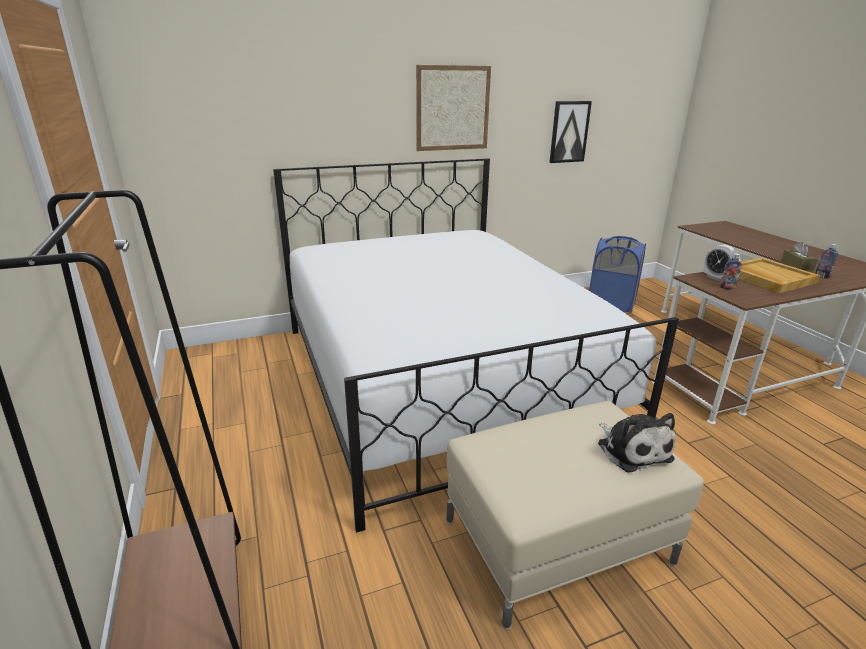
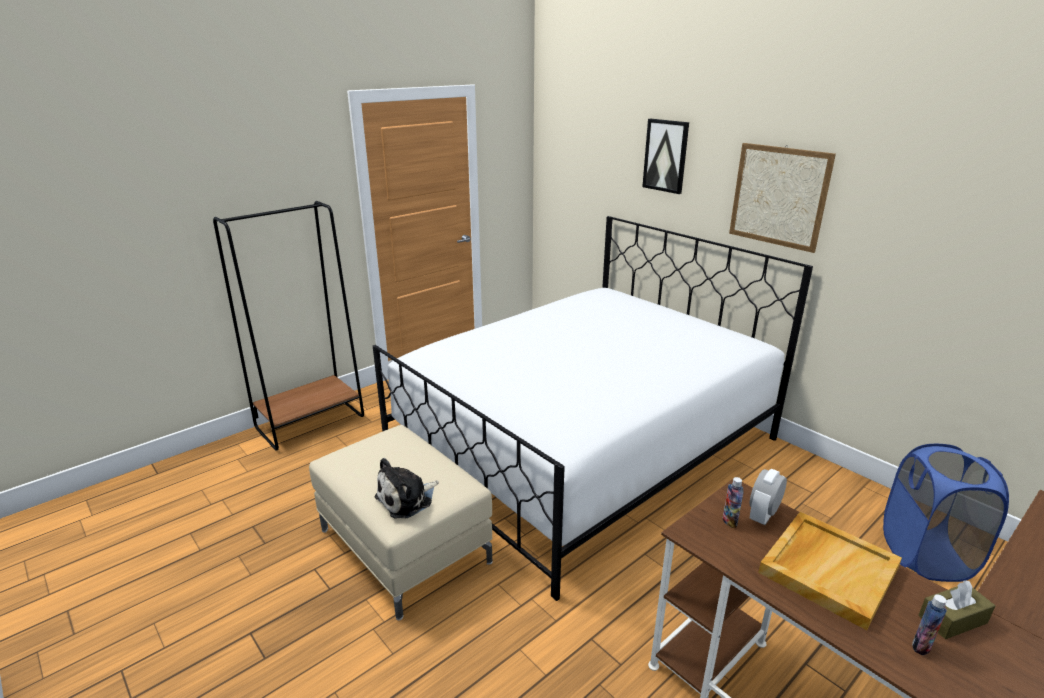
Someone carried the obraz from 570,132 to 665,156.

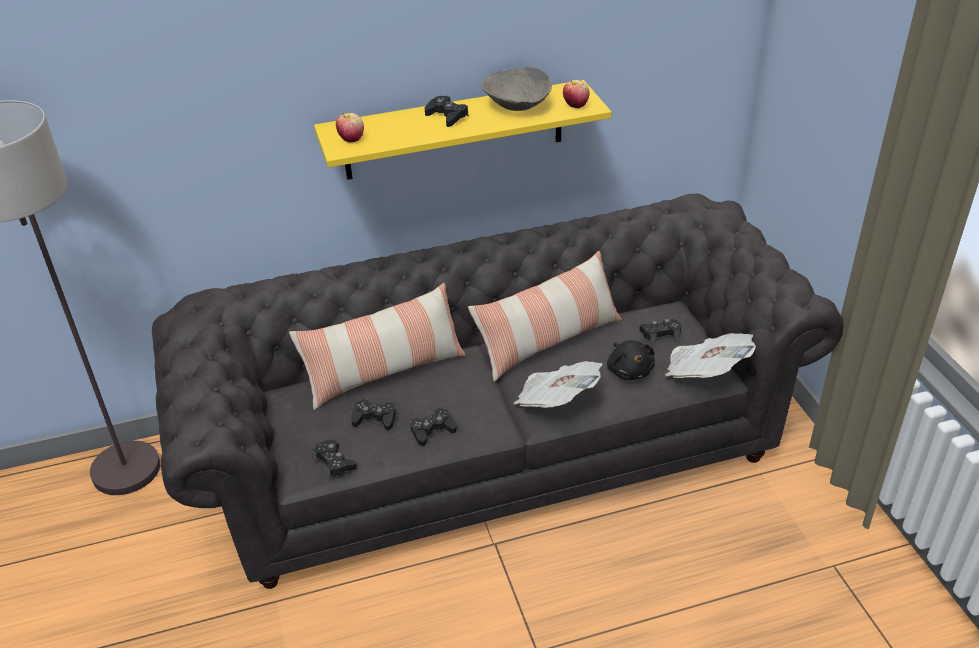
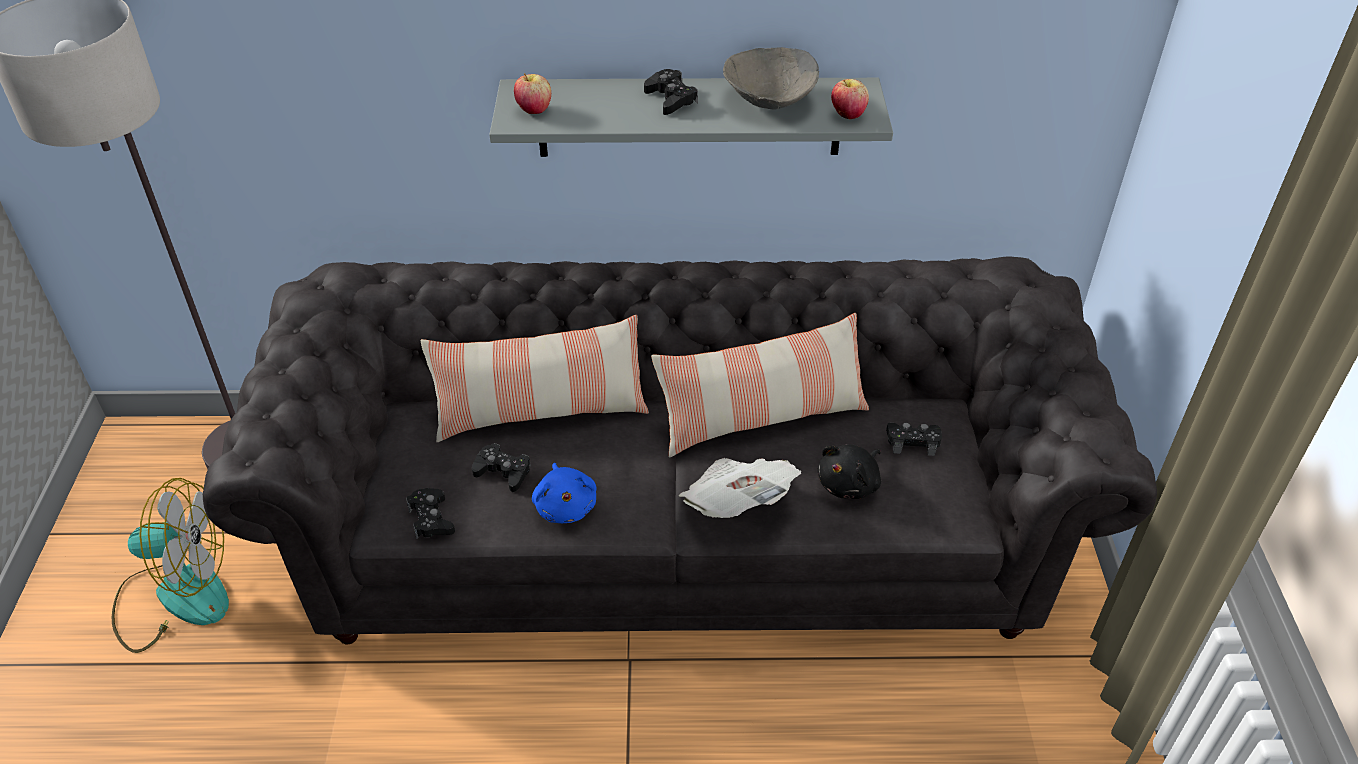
Someone repainted the półka (żółty) at 463,130, which became the półka (szary) at 691,117.
Someone swapped the pad do gier (czarny) at 433,426 for the pluszak (niebieski) at 564,493.
Someone rotated the pluszak (czarny) at 631,360 by 45 degrees clockwise.
Someone took away the gazeta at 710,355.
Someone put down the wentylator at 170,565.

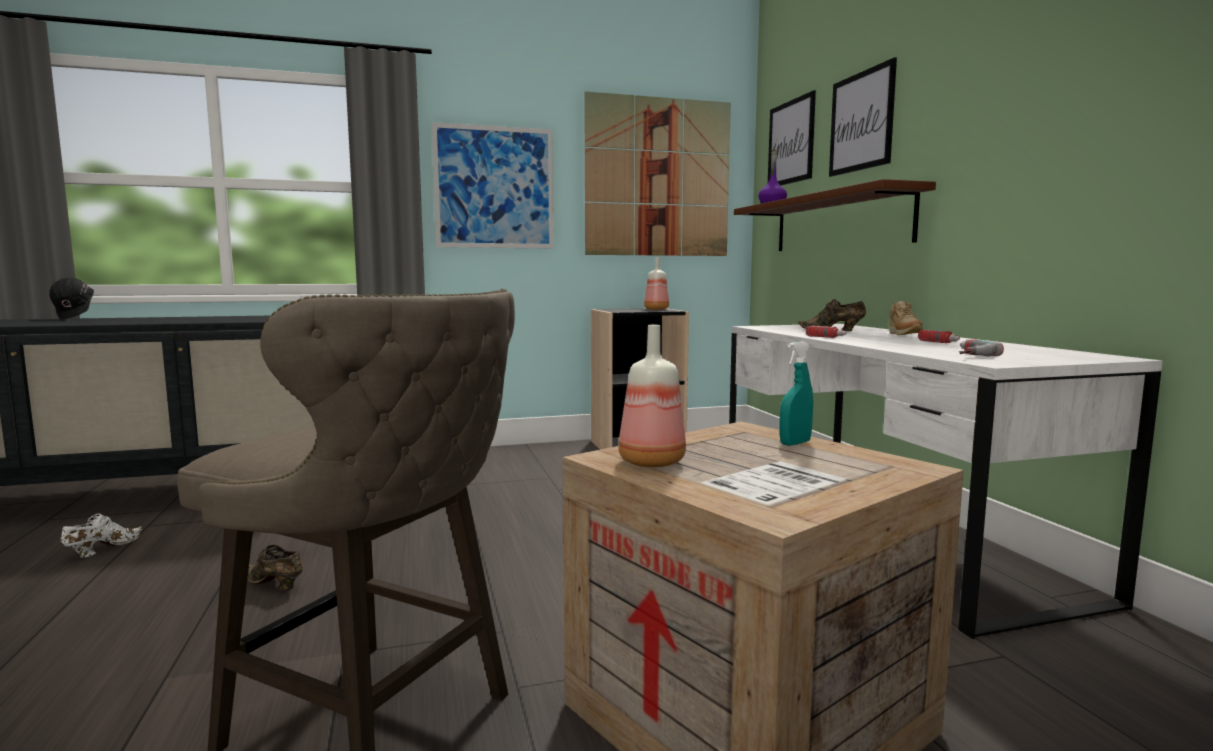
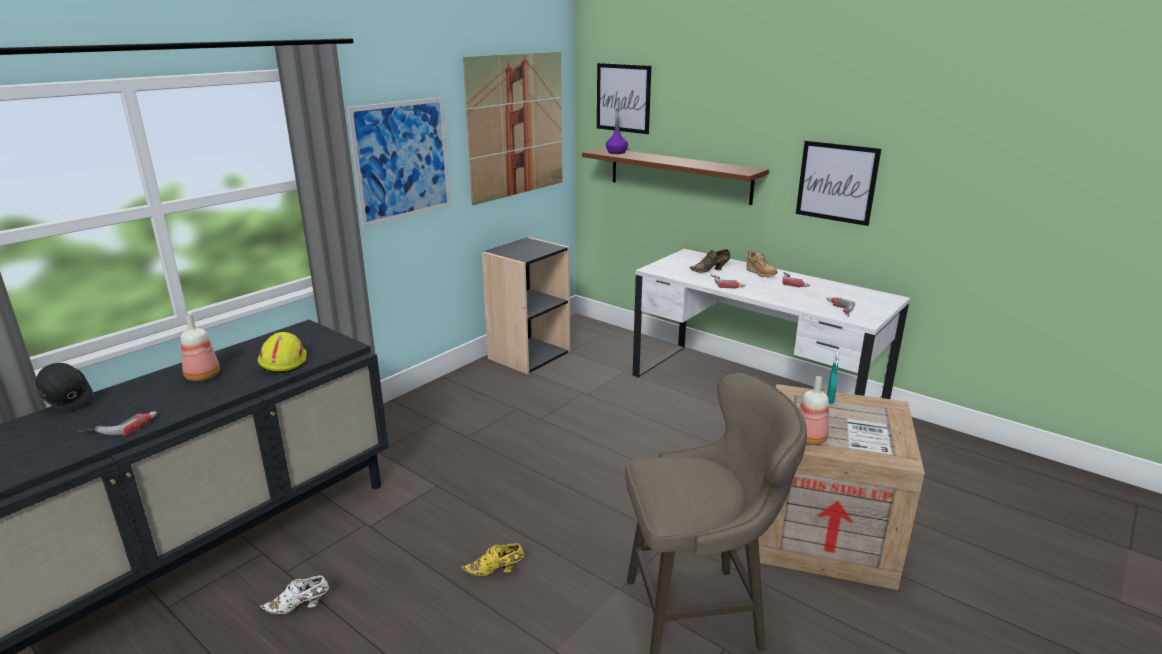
Someone rotated the but (biały) at 102,535 by 90 degrees counterclockwise.
Someone repainted the but (brązowy) at 275,567, which became the but (żółty) at 492,560.
Someone carried the butelka from 656,284 to 200,347.
Someone carried the obraz from 863,117 to 838,183.
Someone put down the wiertarka at 117,423.
Someone put down the kask (żółty) at 282,352.

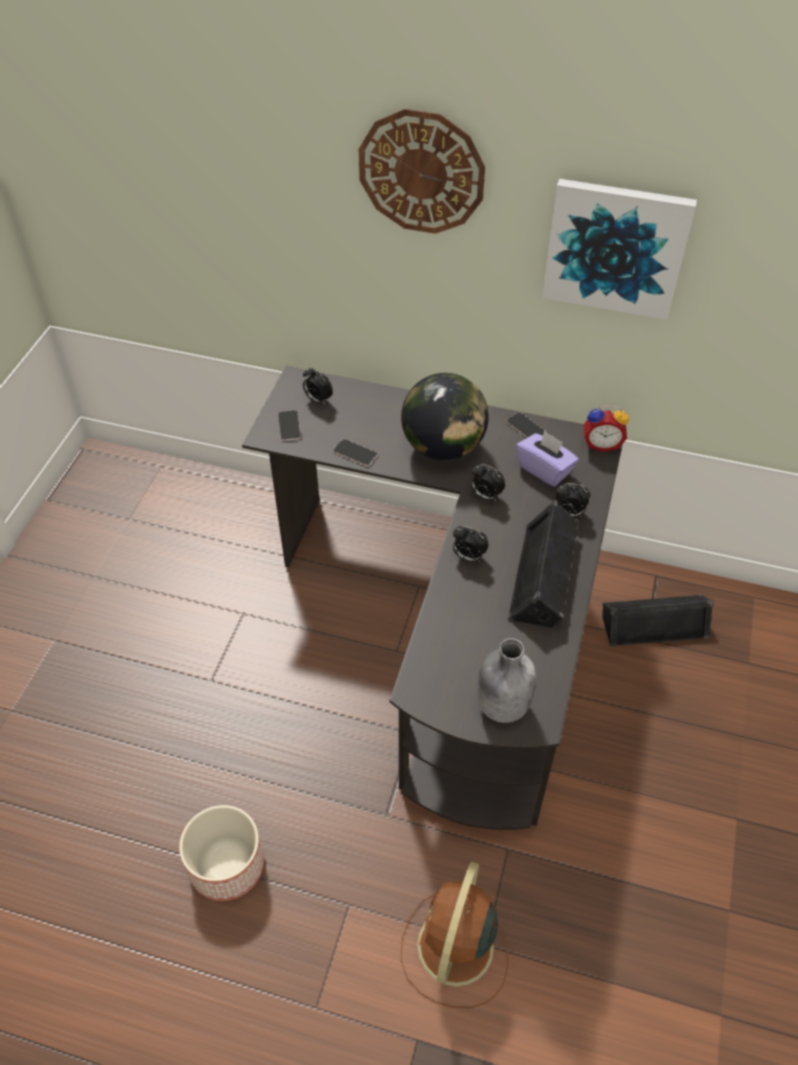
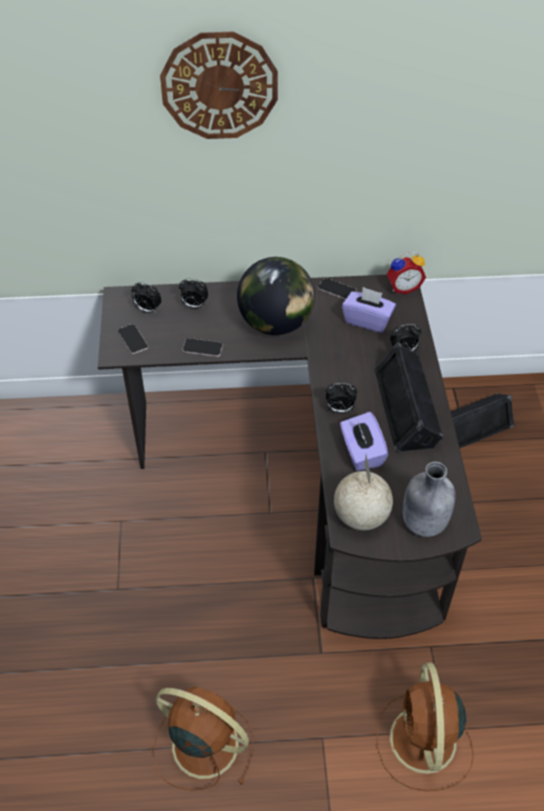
Someone swapped the donica at 221,853 for the wentylator (brązowy) at 203,738.
Someone carried the budzik from 488,482 to 193,293.
Someone took away the obraz at 619,249.
Someone put down the globus at 363,492.
Someone put down the pudełko chusteczek (fioletowy) at 364,441.

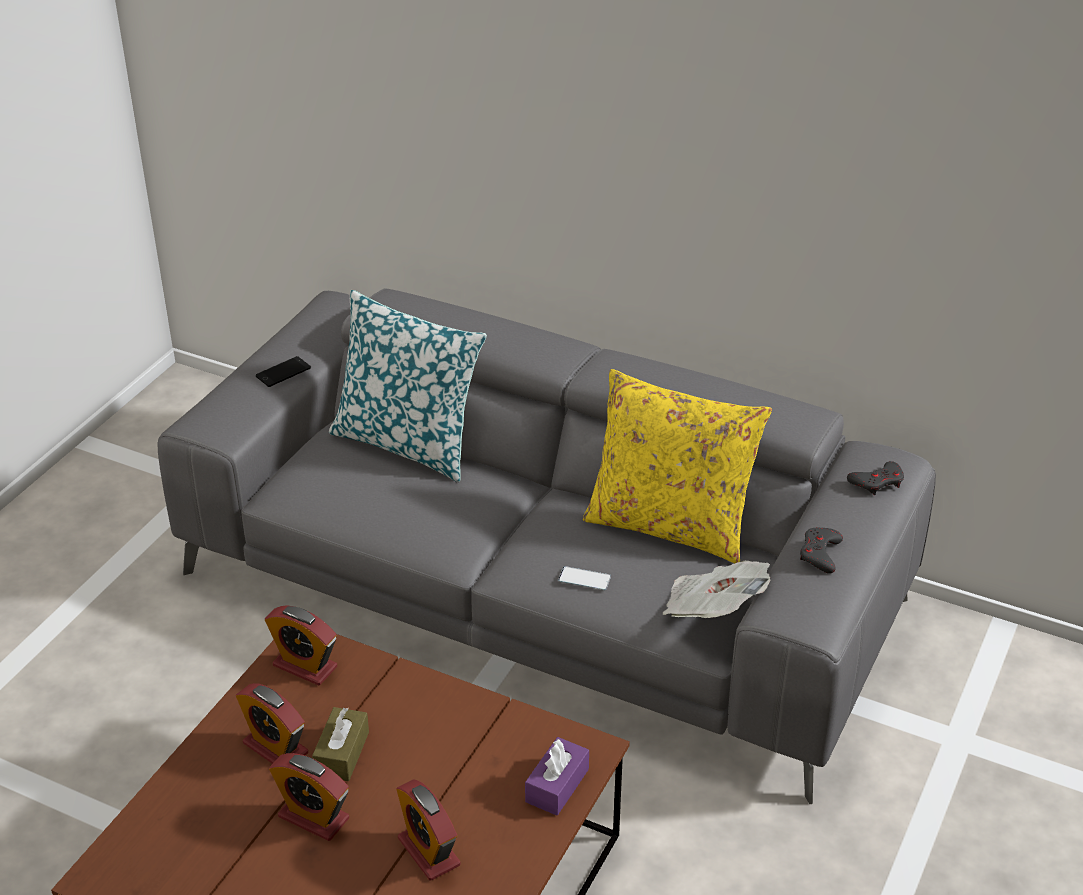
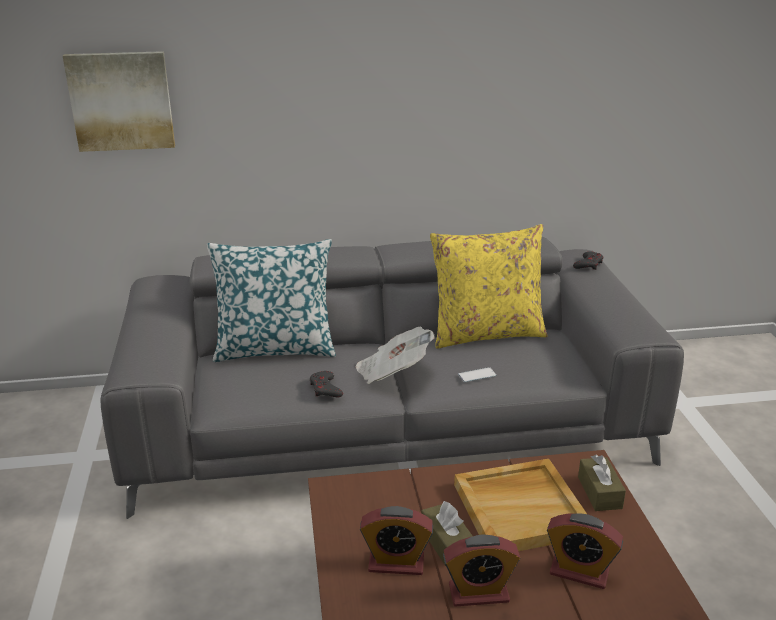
Someone took away the telefon at 283,371.
Someone took away the budzik at 301,645.
Someone repainted the pudełko chusteczek (fioletowy) at 557,776, which became the pudełko chusteczek (brązowy) at 602,483.
Someone carried the gazeta from 716,589 to 394,355.
Someone carried the pad do gier (szary) from 821,550 to 326,384.
Someone put up the obraz at 119,101.
Someone put down the taca (beżowy) at 520,505.

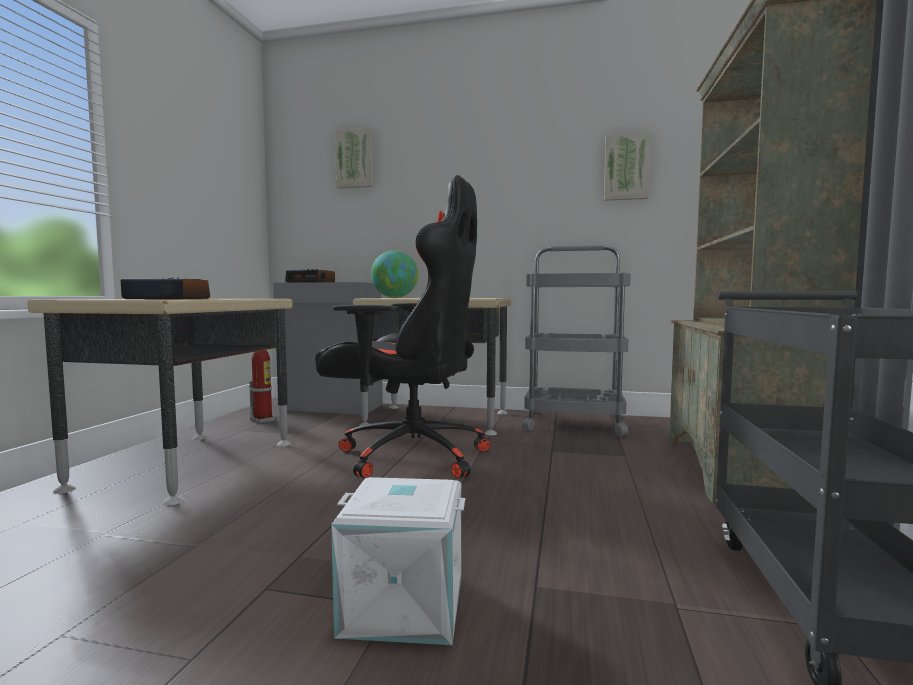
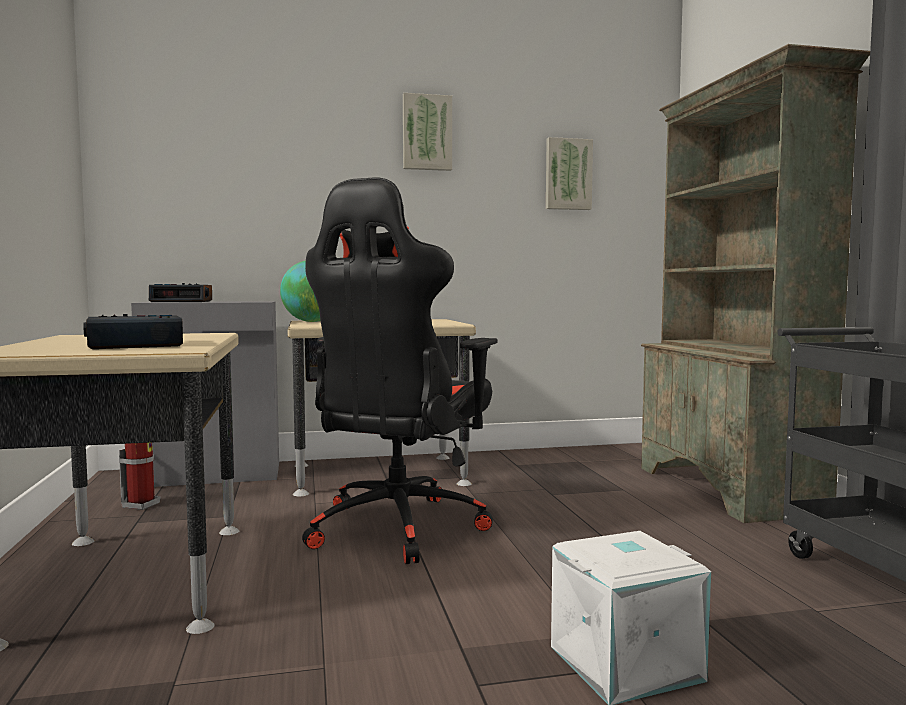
Someone rotated the krzesło biurowe (czarny) at 403,326 by 120 degrees clockwise.
Someone carried the obraz from 354,158 to 427,132.
Someone took away the wózek (szary) at 576,341.

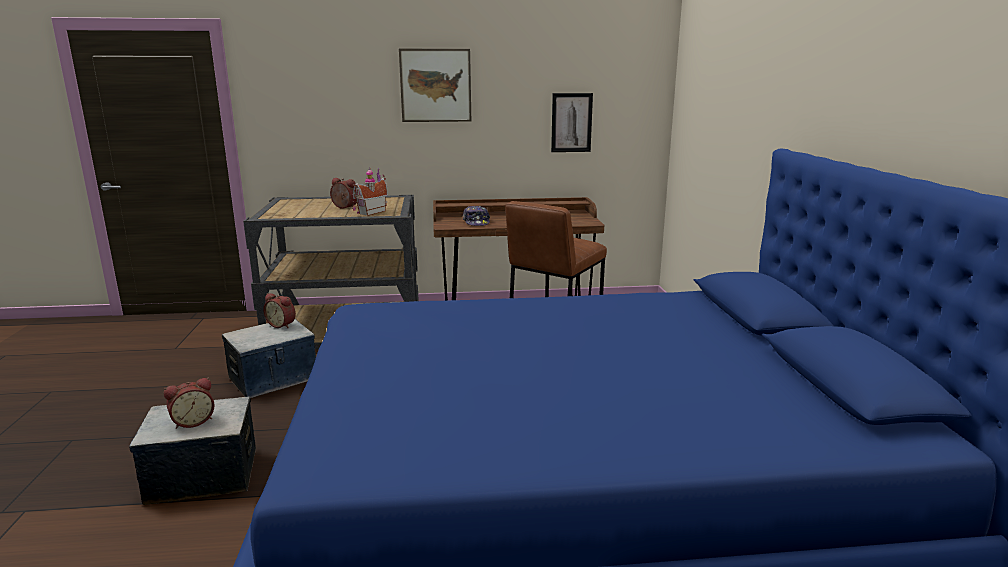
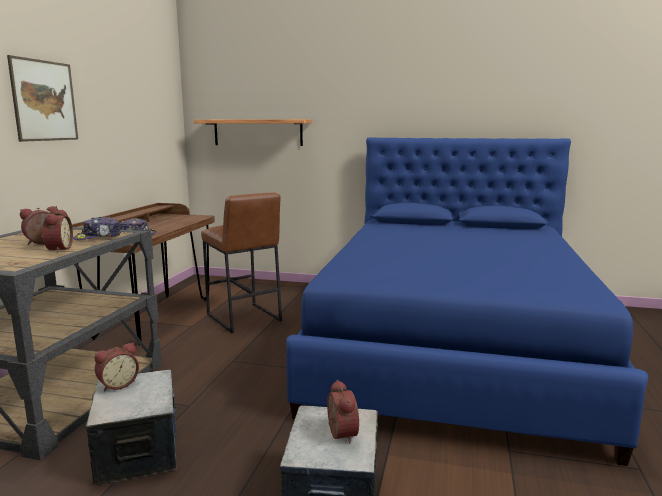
Someone swapped the domek at 370,191 for the czapka z daszkiem at 97,228.
Someone took away the obraz at 572,122.
Someone put down the budzik at 57,231.
Someone put up the półka at 253,132.

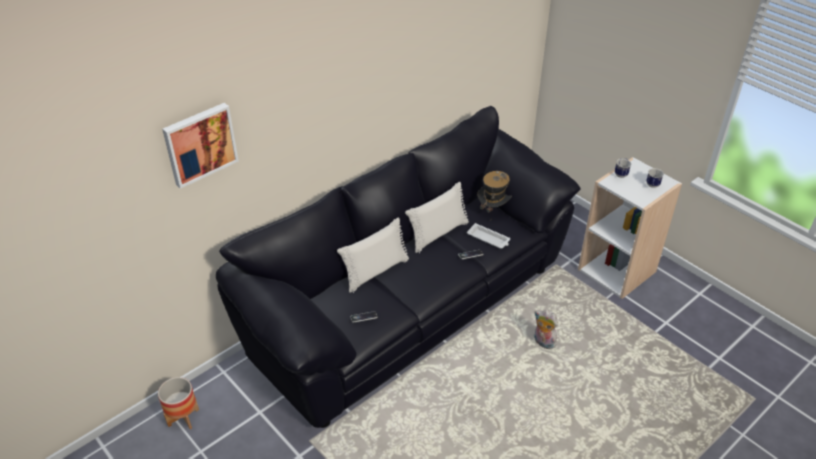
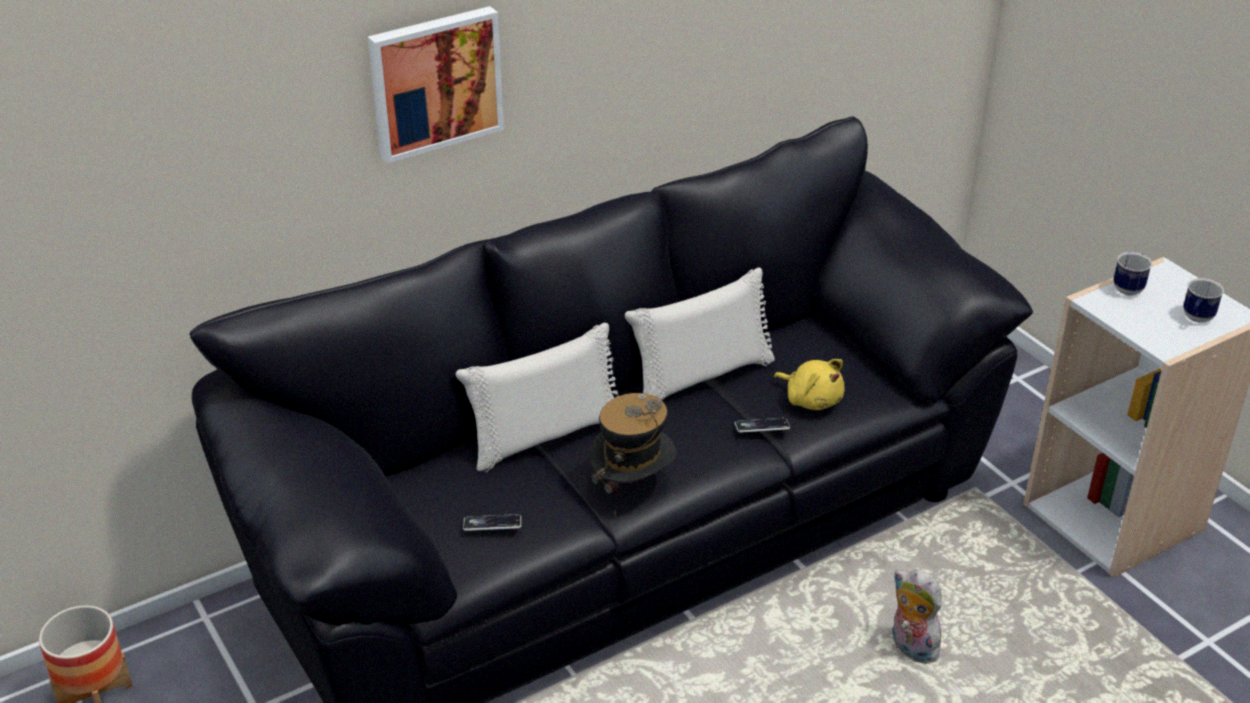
Someone carried the obraz from 200,146 to 436,84.
Someone swapped the taca (biały) at 488,236 for the pluszak (żółty) at 809,384.
Someone carried the kapelusz from 494,191 to 633,454.

